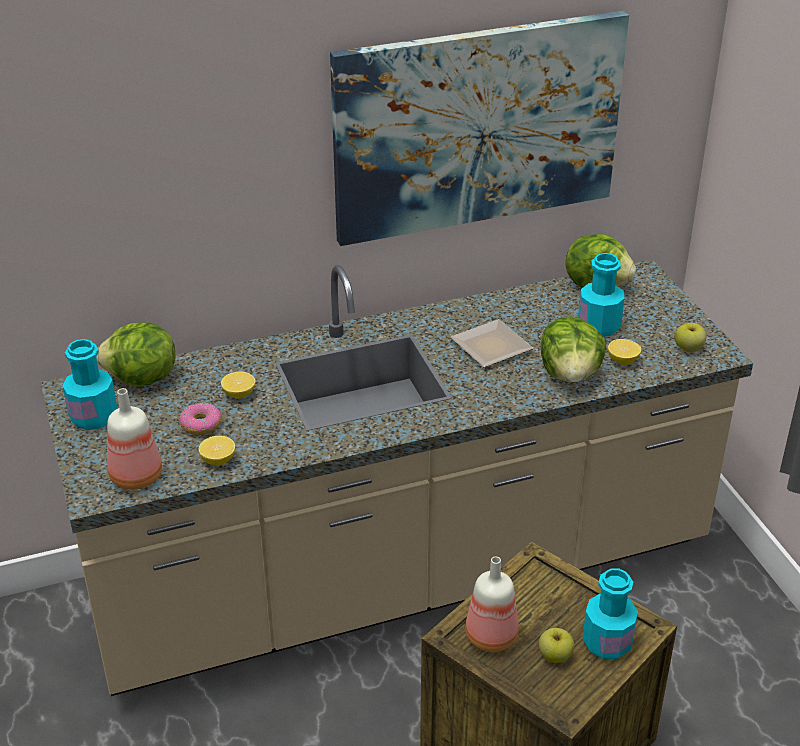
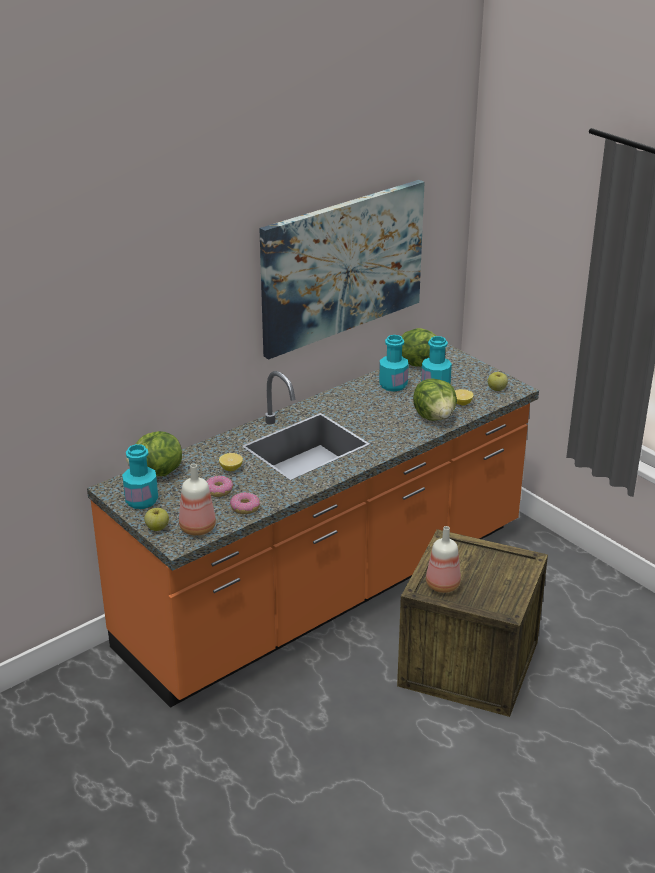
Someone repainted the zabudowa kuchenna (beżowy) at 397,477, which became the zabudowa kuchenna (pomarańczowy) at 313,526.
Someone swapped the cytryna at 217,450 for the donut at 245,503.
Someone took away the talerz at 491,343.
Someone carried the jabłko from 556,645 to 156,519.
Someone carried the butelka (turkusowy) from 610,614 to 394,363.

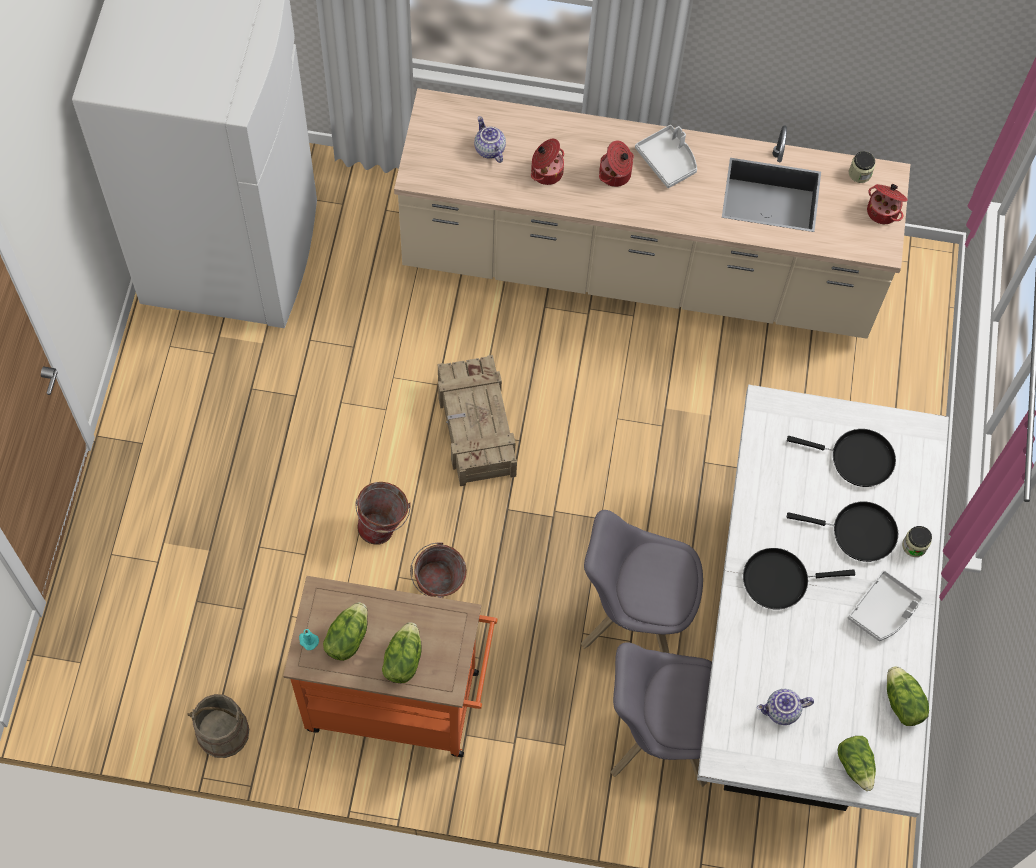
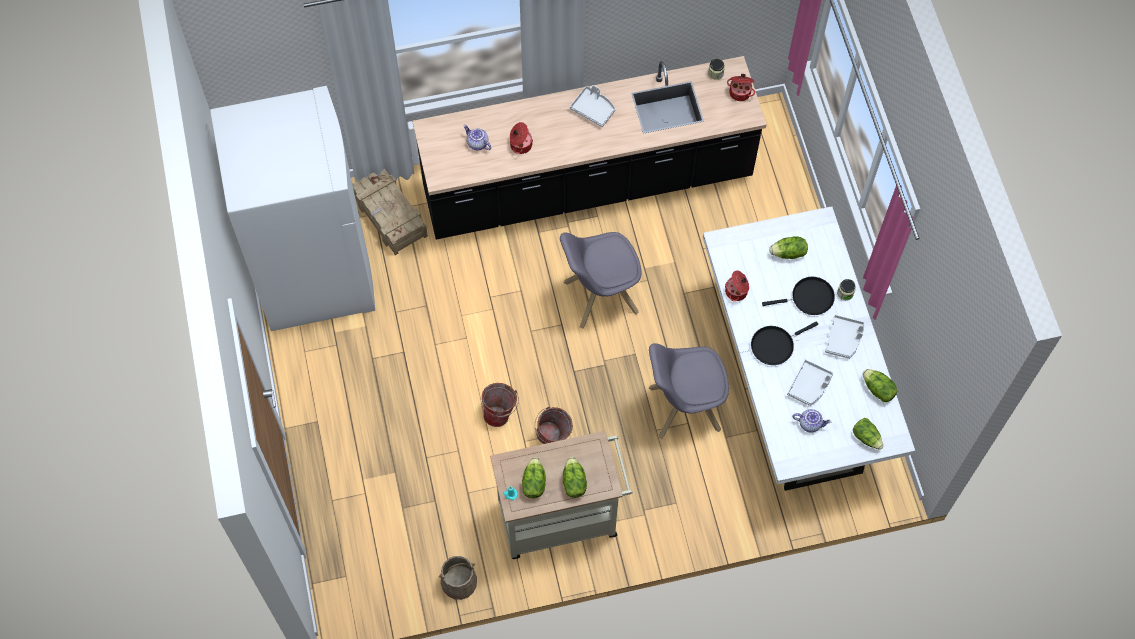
Someone repainted the wózek (pomarańczowy) at 390,666, which became the wózek (beżowy) at 561,495.
Someone repainted the zabudowa kuchenna (beżowy) at 652,213, which became the zabudowa kuchenna (czarny) at 589,148.
Someone carried the skrzynka from 477,420 to 390,212.
Someone carried the garnek from 616,164 to 737,285.
Someone carried the krzesło (szary) from 661,714 to 600,280.
Someone rotated the imbryk at 785,707 by 135 degrees counterclockwise.
Someone swapped the patelnia (czarny) at 841,458 for the sałata at 788,247.
Someone put down the taca (szary) at 810,383.

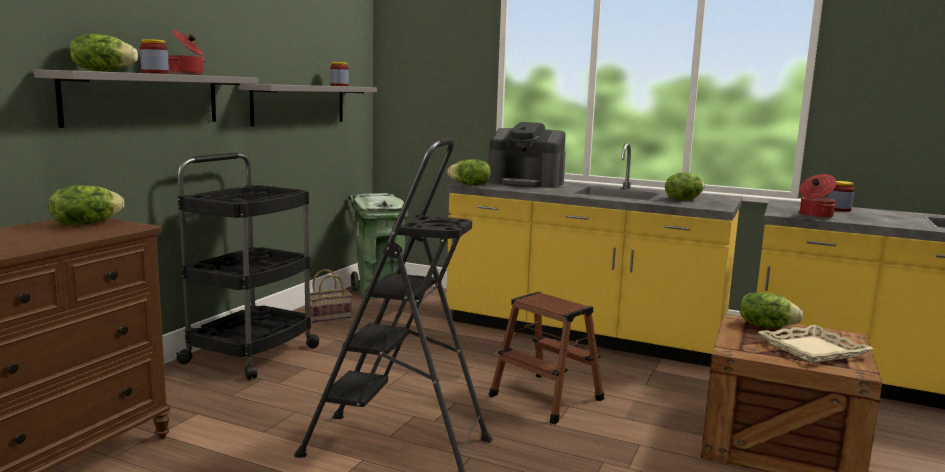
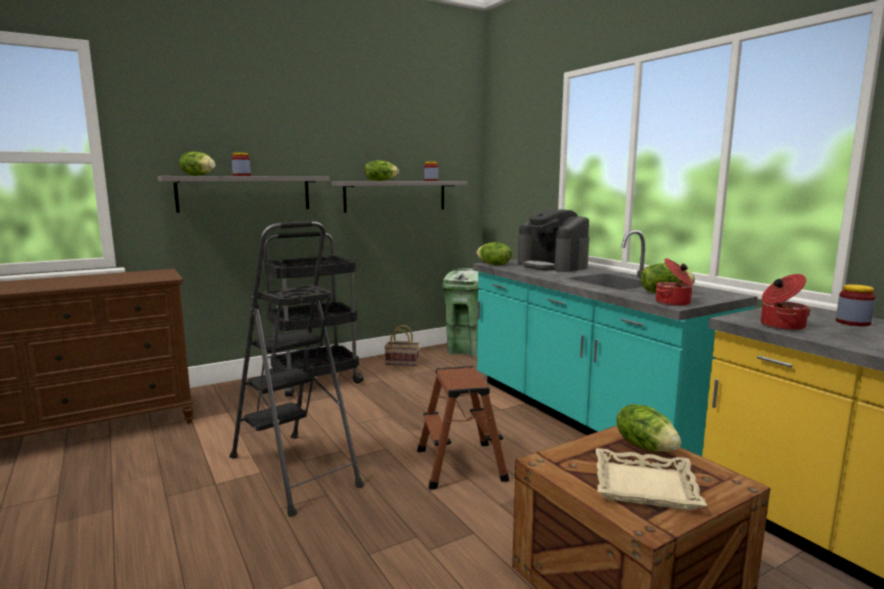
Someone carried the sałata from 86,205 to 381,170.
Someone carried the garnek from 186,52 to 674,282.
Someone repainted the zabudowa kuchenna (żółty) at 593,255, which became the zabudowa kuchenna (turkusowy) at 615,343.

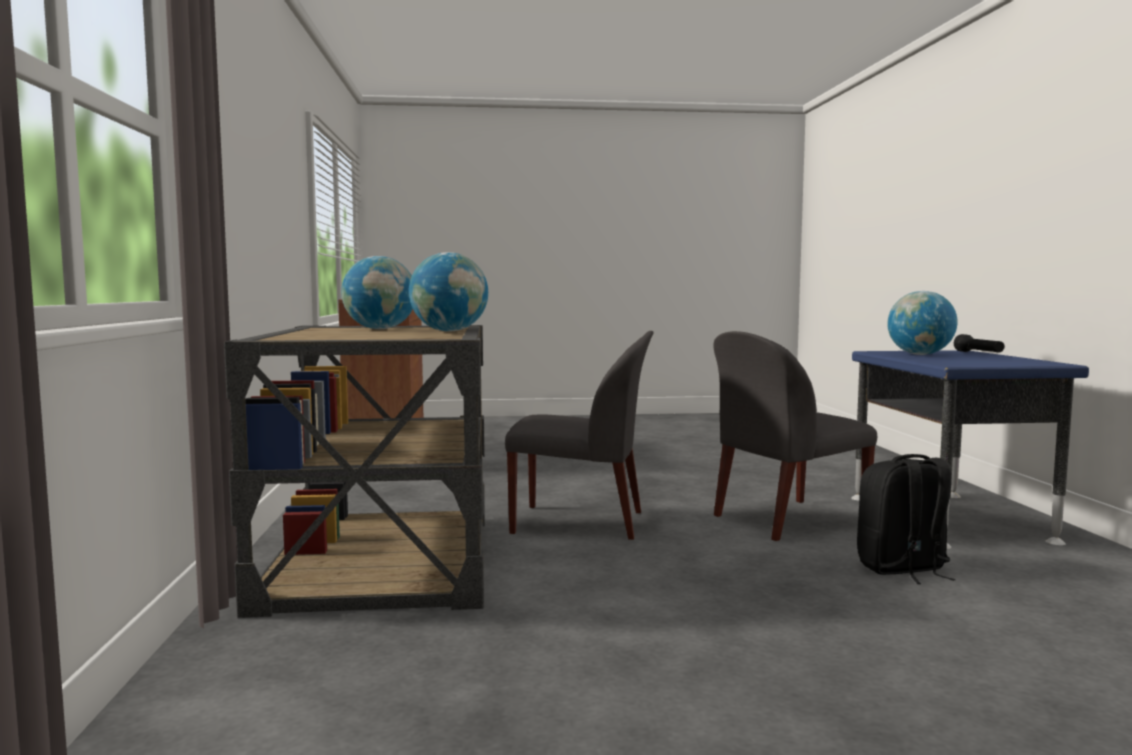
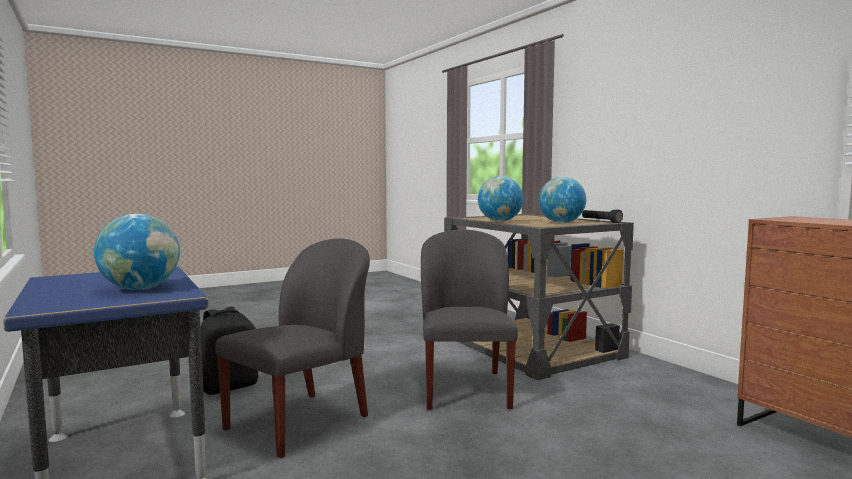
Someone rotated the krzesło (szary) at 579,435 by 105 degrees clockwise.
Someone carried the latarka (czarny) from 979,343 to 602,216.

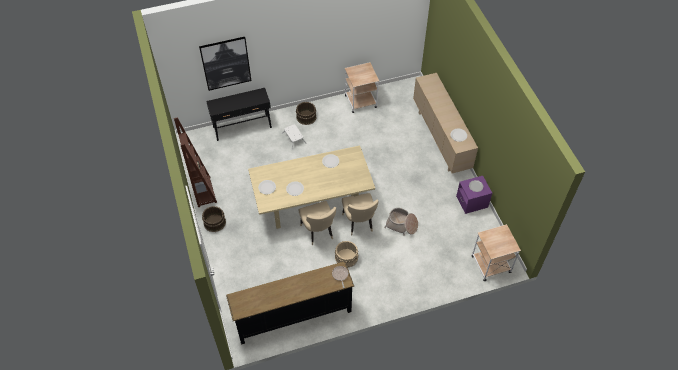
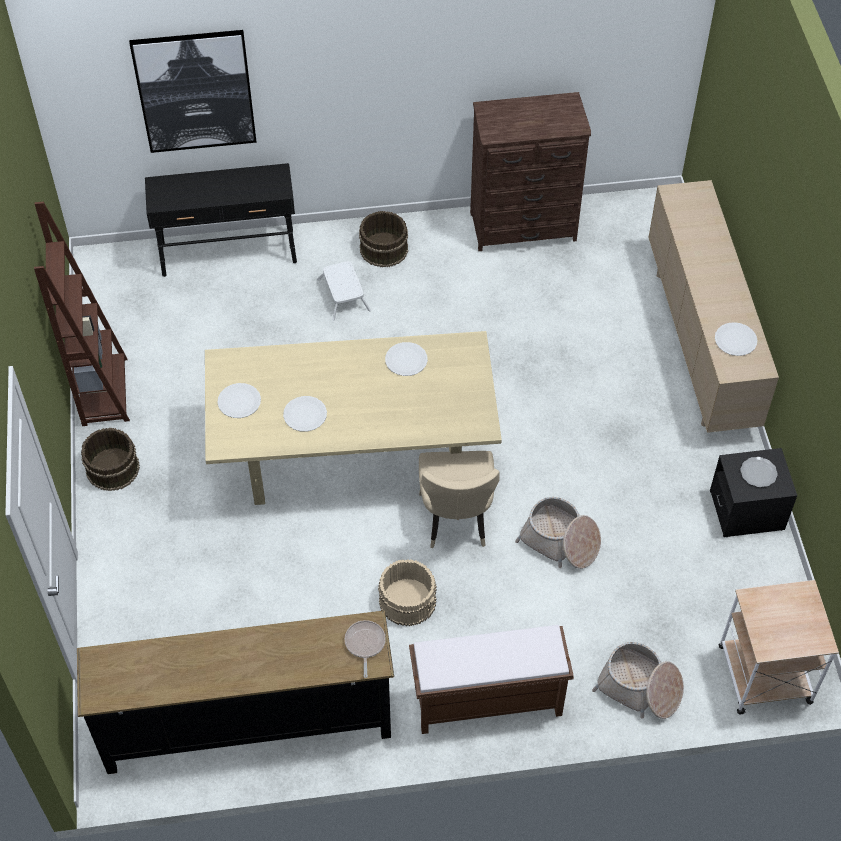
Someone took away the krzesło (beżowy) at 317,223.
Someone swapped the wózek (beżowy) at 362,87 for the komoda (brązowy) at 530,171.
Someone repainted the szafka nocna (fioletowy) at 474,195, which became the szafka nocna (czarny) at 753,492.
Someone put down the ławka (brązowy) at 491,679.
Someone put down the koszyk at 638,680.

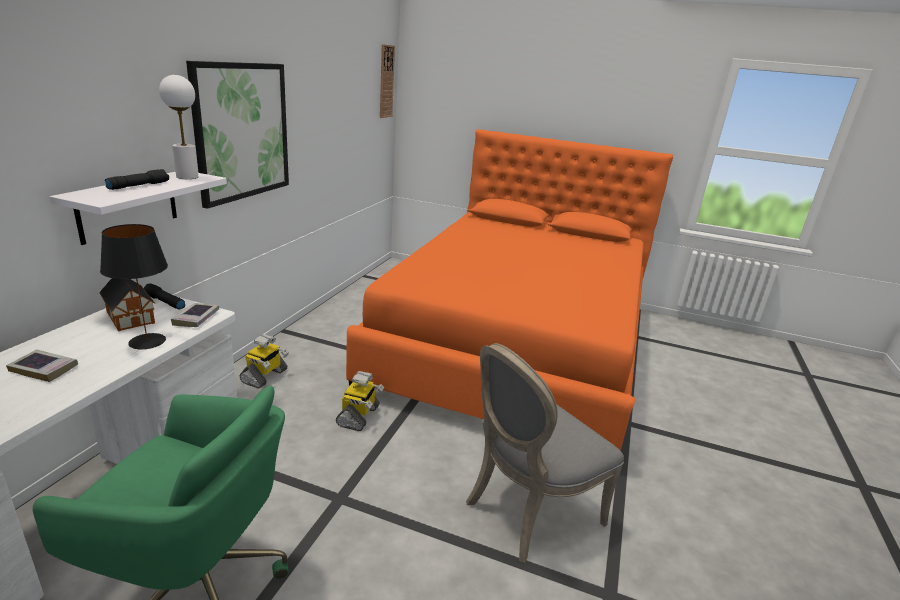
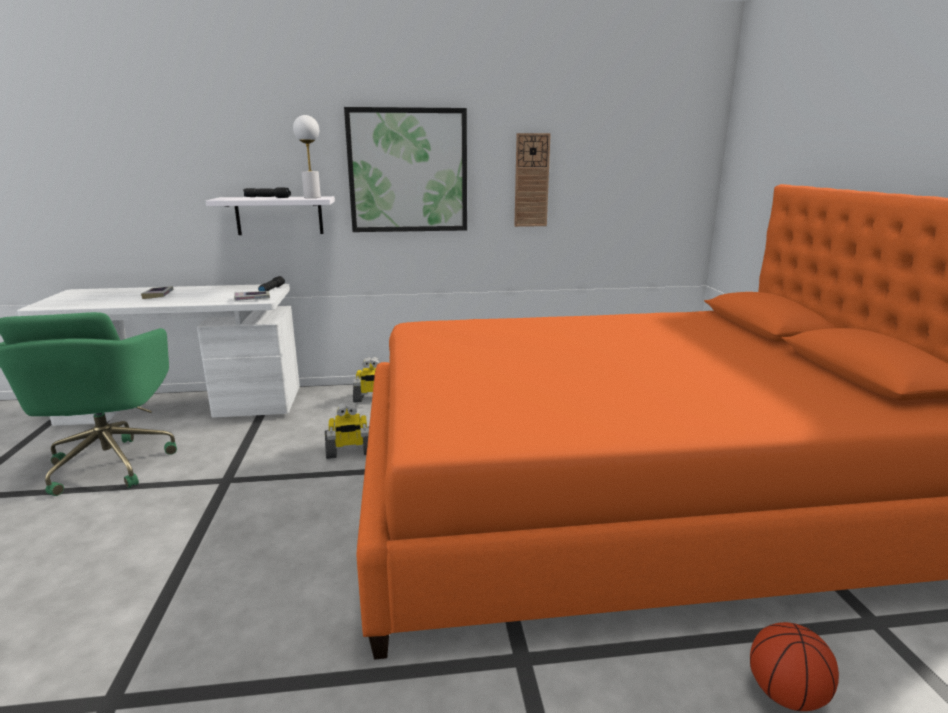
Someone took away the domek at 127,304.
Someone took away the lampa stołowa (czarny) at 134,286.
Someone carried the zegar ścienny from 387,81 to 532,180.
Someone took away the krzesło (szary) at 545,453.
Someone put down the piłka do koszykówki at 794,666.

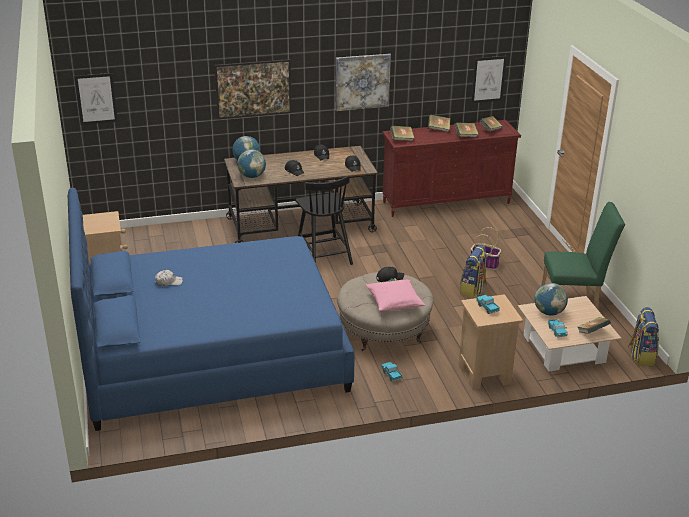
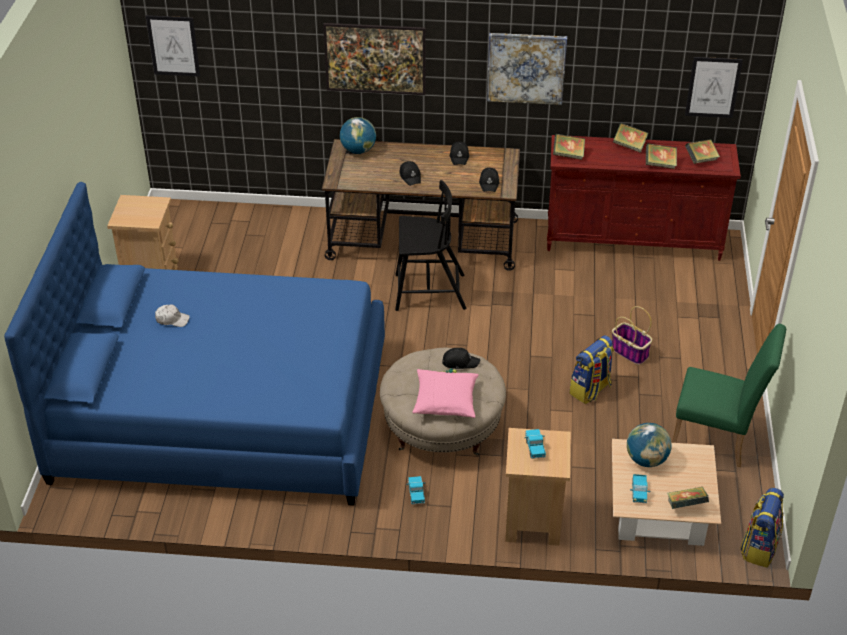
Someone took away the globus at 252,163.
Someone rotated the krzesło (czarny) at 324,220 by 90 degrees counterclockwise.

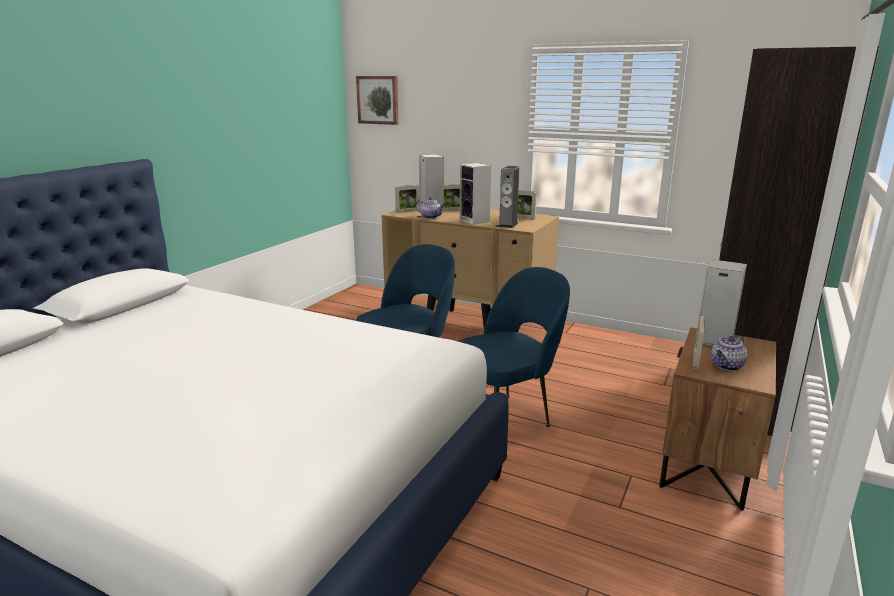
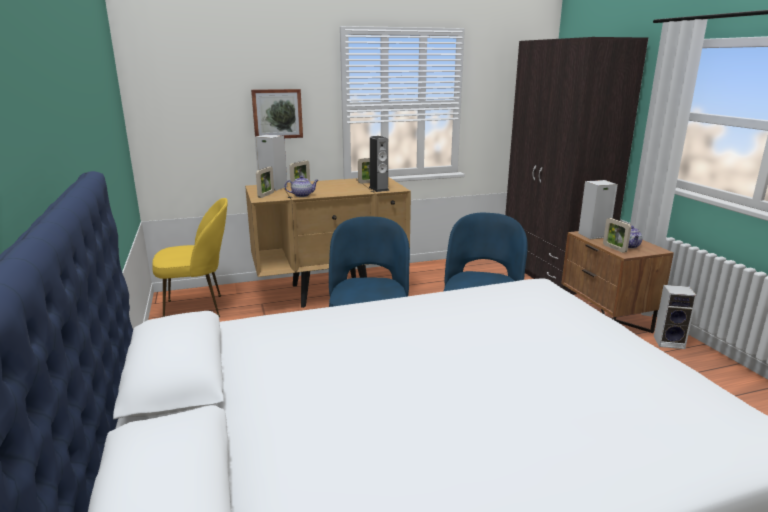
Someone carried the obraz from 377,100 to 277,113.
Someone carried the głośnik from 475,194 to 675,317.
Someone put down the krzesło (żółty) at 190,257.

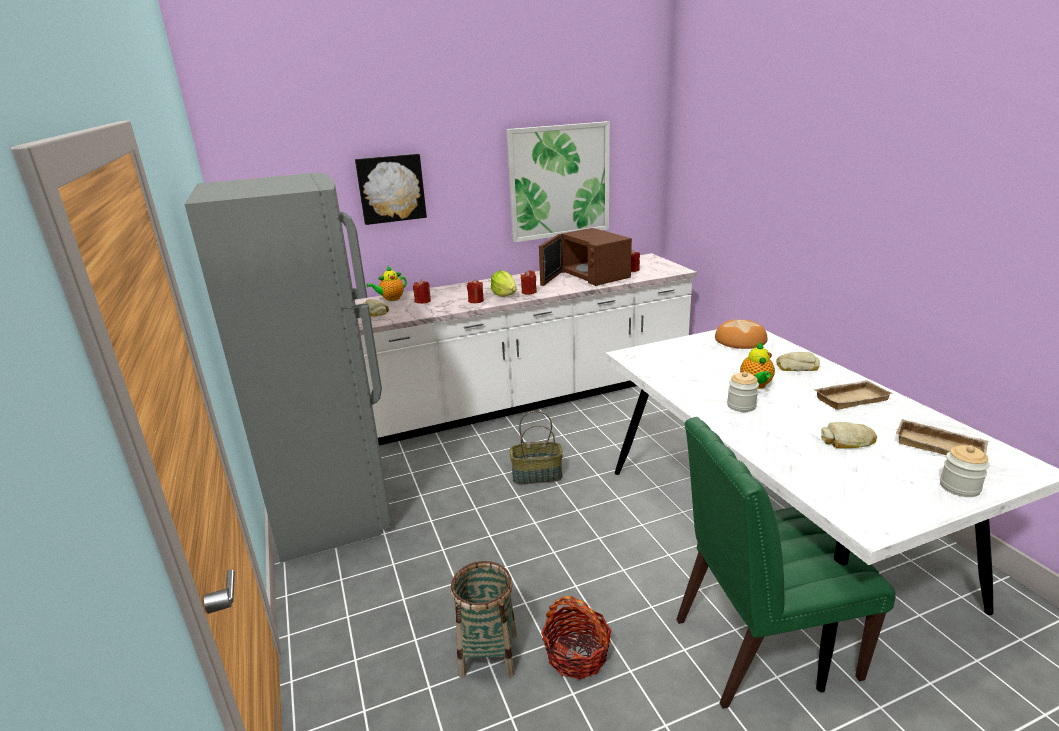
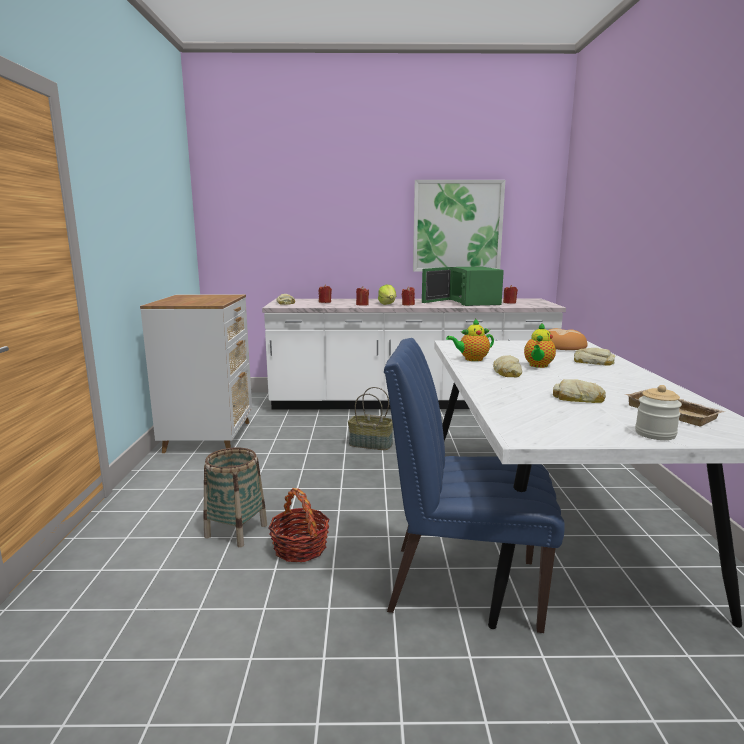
Someone swapped the lodówka (szary) at 287,367 for the komoda at 196,373.
Someone took away the obraz at 391,189.
Someone carried the imbryk from 386,283 to 470,340.
Someone repainted the mikrofalówka (brązowy) at 585,257, which became the mikrofalówka (zielony) at 463,286.
Someone repainted the krzesło (zielony) at 786,563, which became the krzesło (niebieski) at 474,485.
Someone swapped the słoik at 743,391 for the chleb at 507,366.
Someone took away the taca (beżowy) at 853,395.

